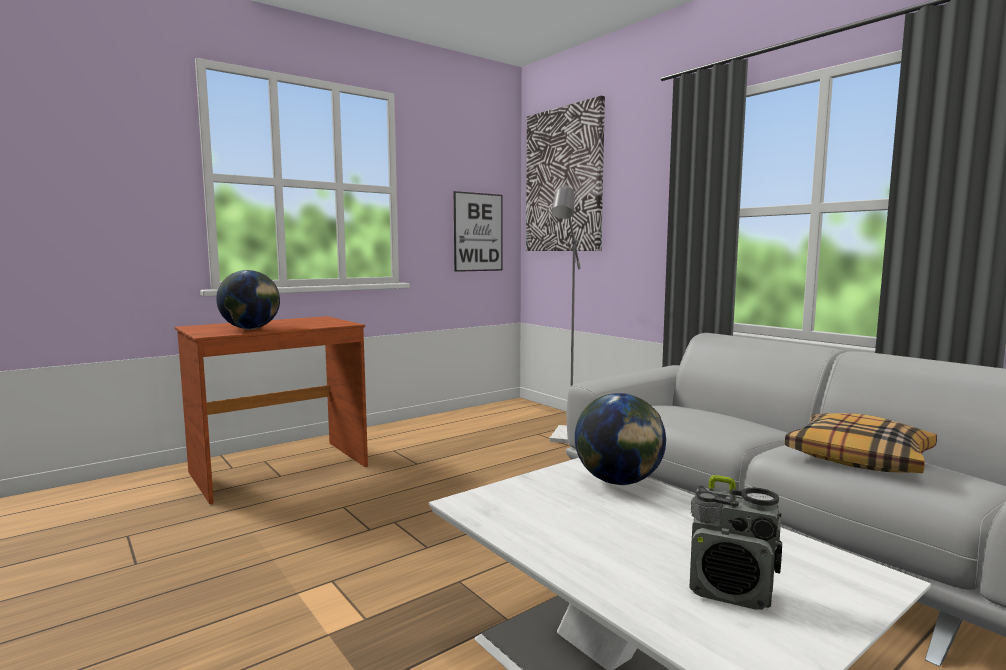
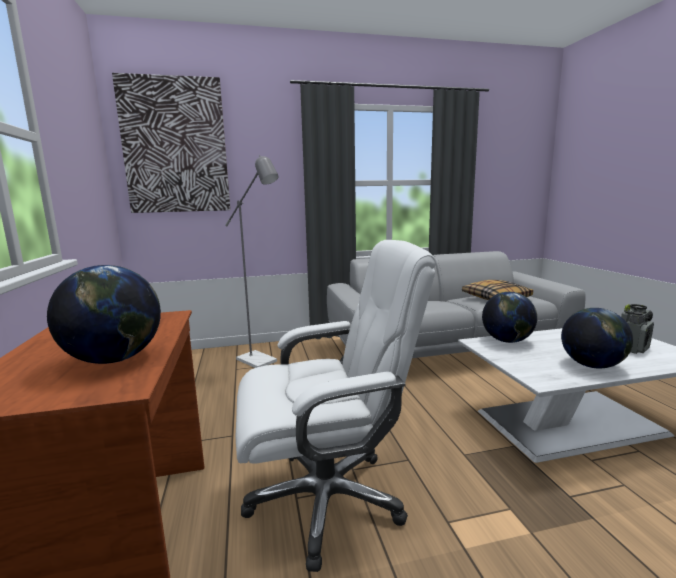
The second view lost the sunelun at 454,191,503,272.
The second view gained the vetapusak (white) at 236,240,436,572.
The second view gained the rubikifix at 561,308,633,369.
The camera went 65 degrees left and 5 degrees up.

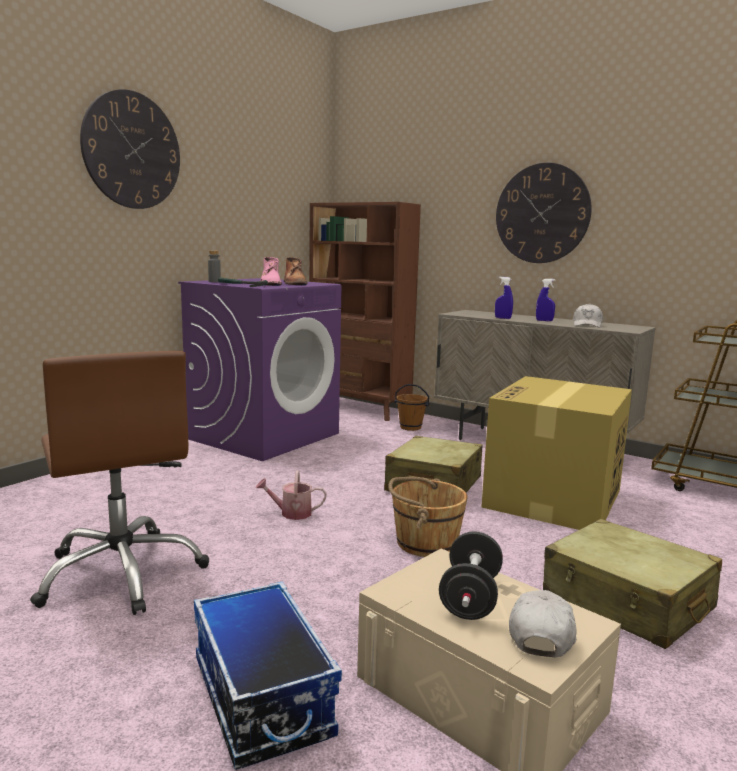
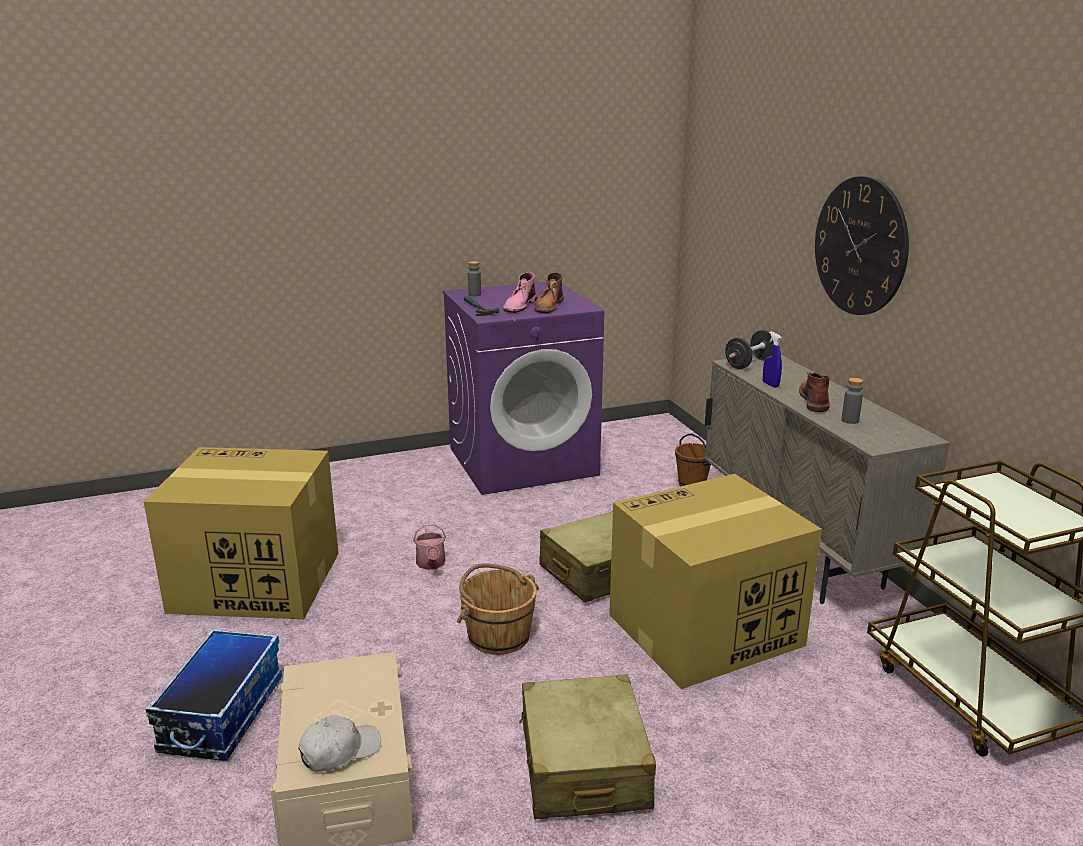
The second view lost the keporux at 80,89,180,209.
The second view lost the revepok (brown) at 309,202,421,421.
The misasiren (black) ended up elsewhere, having gone from 439,531,503,620 to 725,330,774,369.
Where the vetapusak (brown) stood at 30,351,209,615, the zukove came to stand at 144,447,339,619.
Where the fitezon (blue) stood at 536,279,555,321, the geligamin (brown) came to stand at 799,372,830,412.
Where the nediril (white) stood at 573,303,603,328, the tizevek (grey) came to stand at 841,378,863,424.
The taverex at 256,470,327,520 ended up facing another way, 135 degrees counterclockwise from before.
The camera went 35 degrees right and 10 degrees up.

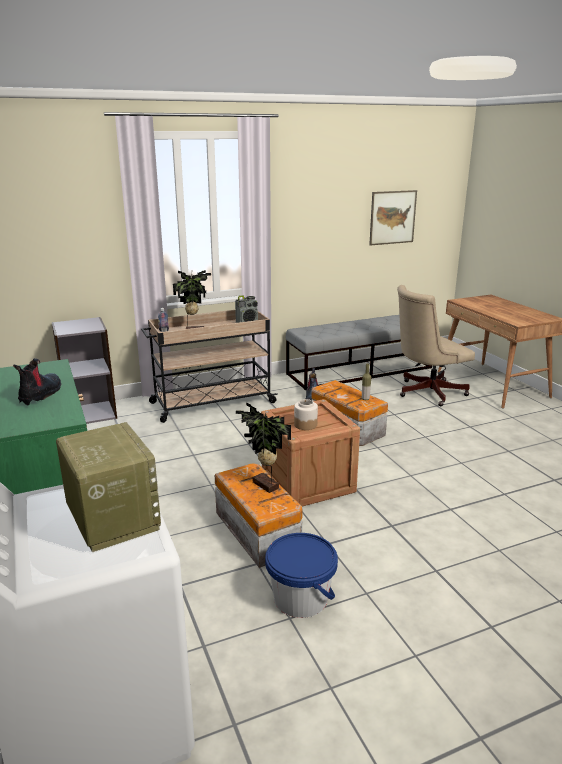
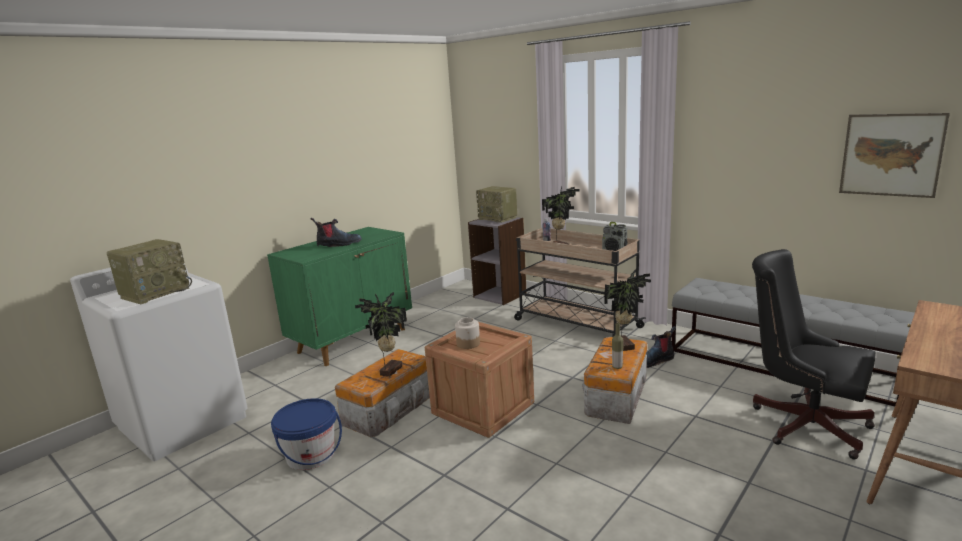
The second view gained the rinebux at 476,186,517,223.
The second view gained the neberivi at 604,270,651,351.
What was the vetapusak (beige) at 397,285,475,406 turned into the vetapusak (black) at 752,249,875,459.
The camera went 65 degrees right and 5 degrees down.

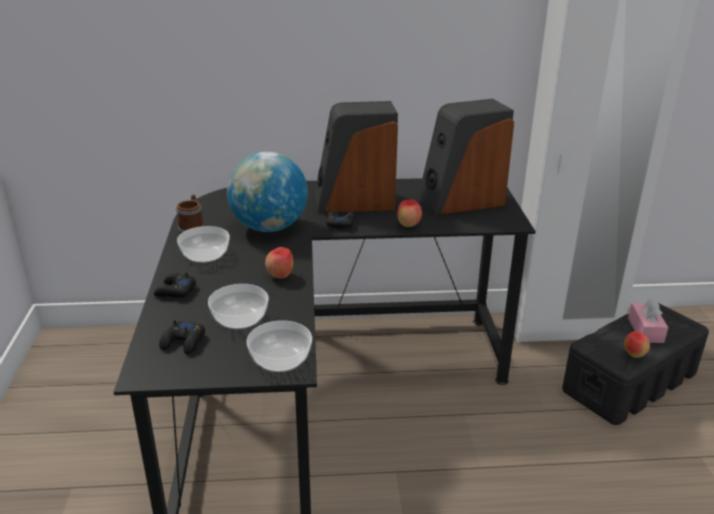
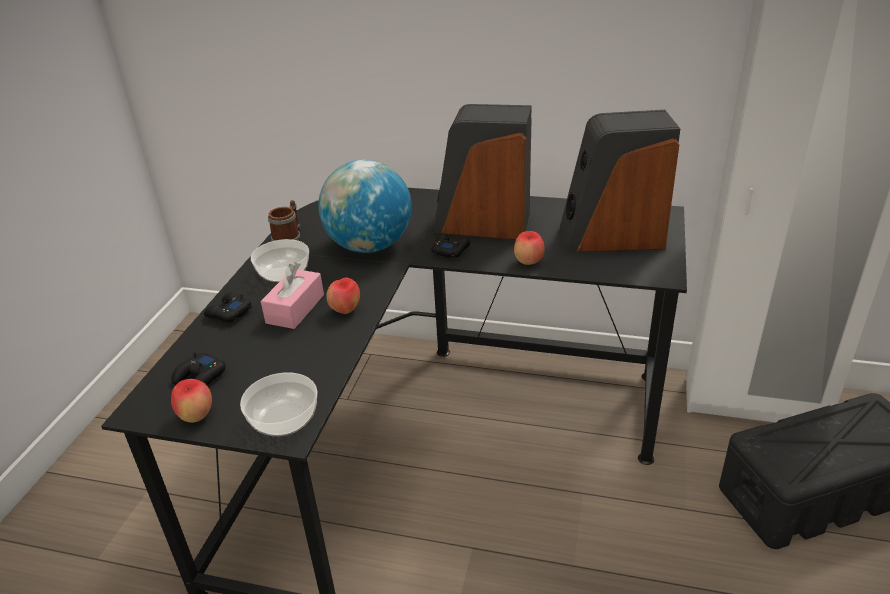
The second view lost the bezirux at 208,284,269,329.
The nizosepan ended up elsewhere, having gone from 624,331,650,358 to 171,379,212,423.
The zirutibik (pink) ended up elsewhere, having gone from 628,298,668,343 to 261,262,324,329.
The camera went 20 degrees right and 5 degrees up.

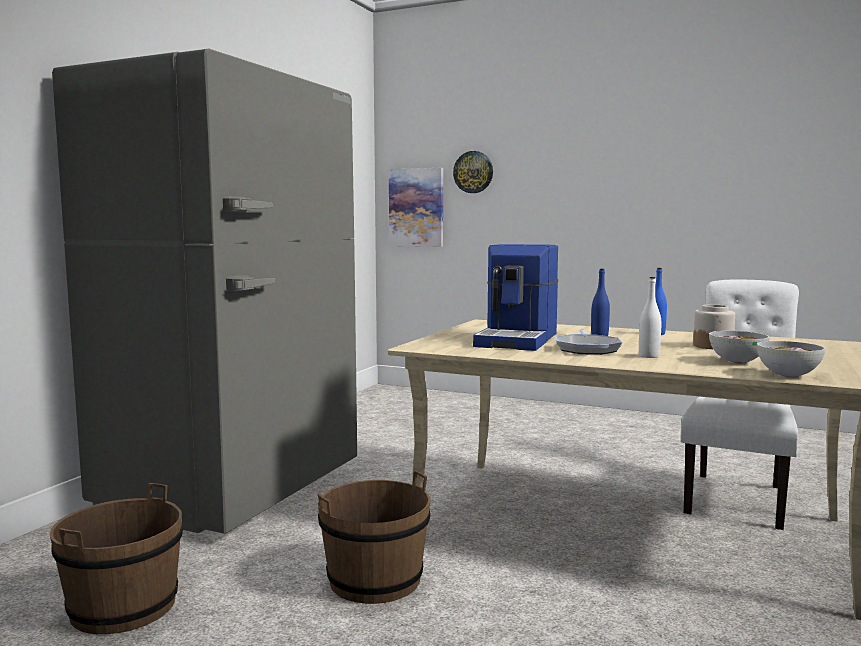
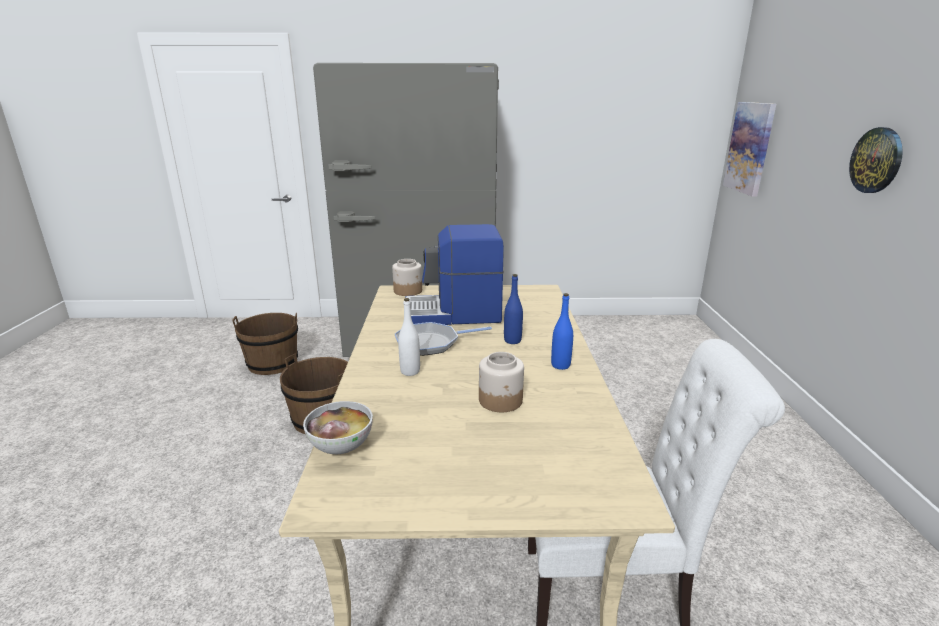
The second view lost the bezirux at 709,331,770,364.
The second view gained the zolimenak at 392,259,422,296.
The keporux ended up elsewhere, having gone from 453,151,493,193 to 849,127,903,193.
The camera went 65 degrees right and 15 degrees up.

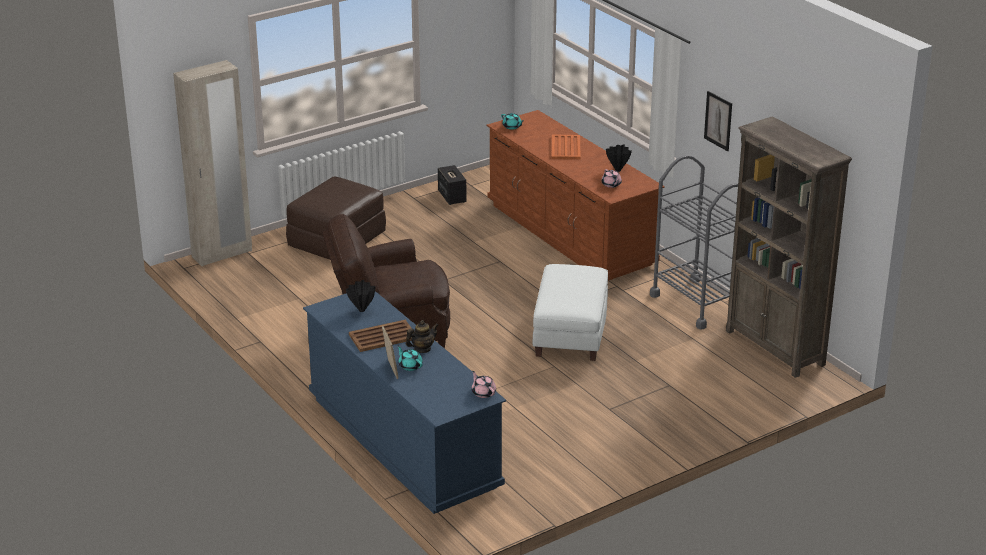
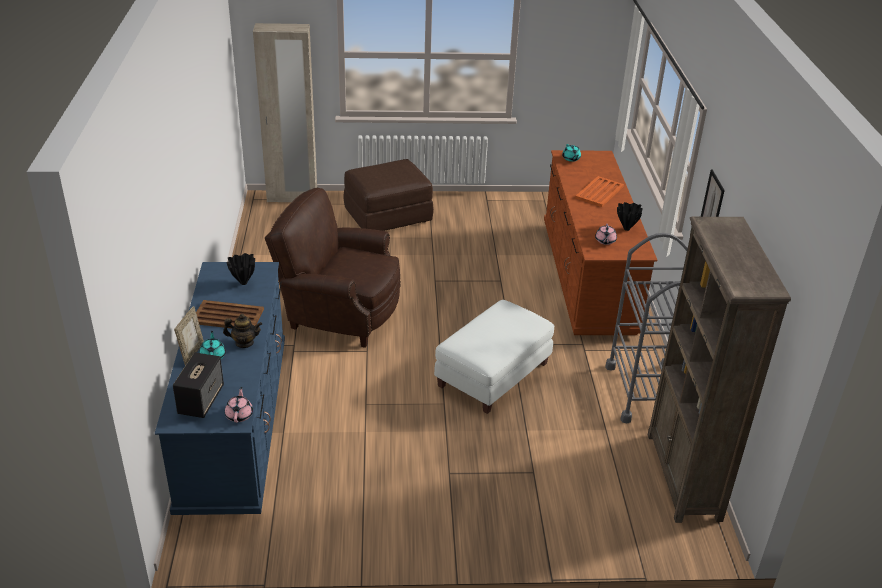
The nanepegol ended up elsewhere, having gone from 438,165,467,205 to 173,352,224,418.
The camera went 30 degrees right and 5 degrees up.

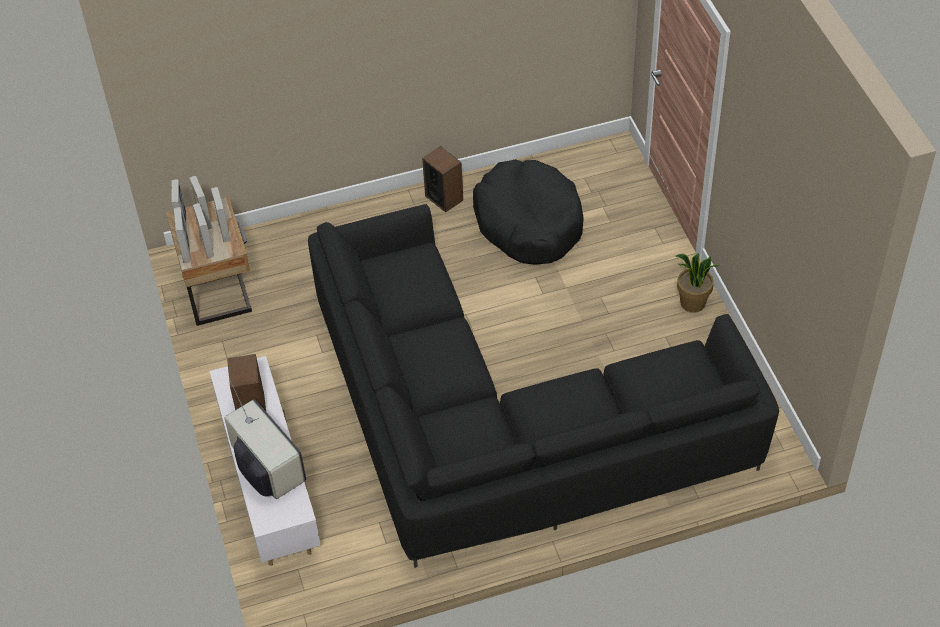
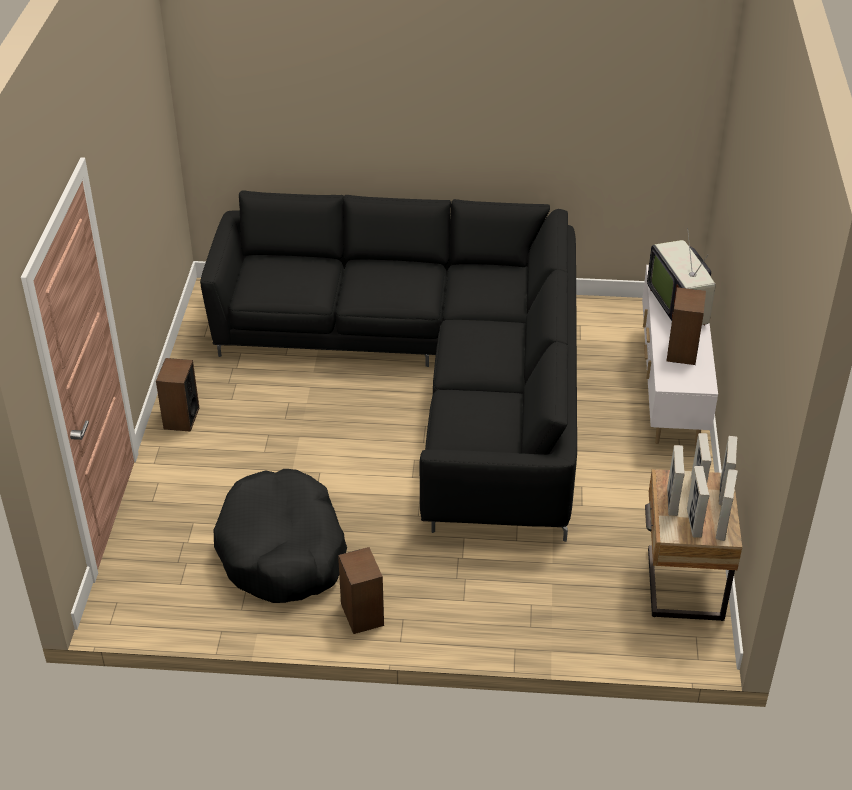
Where the neberivi stood at 675,253,720,313, the nanepegol came to stand at 156,358,199,432.
The camera went 160 degrees left and 10 degrees down.

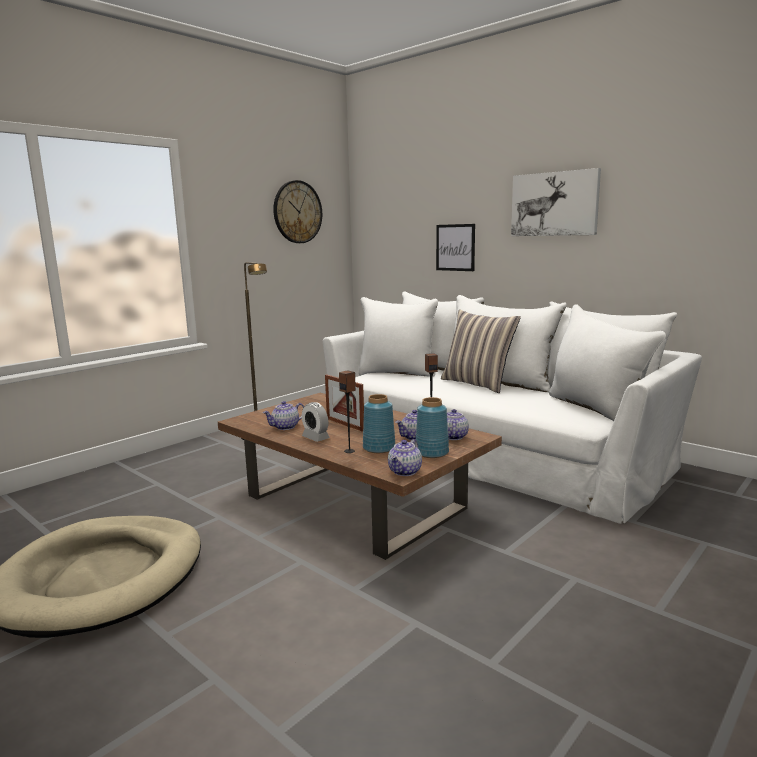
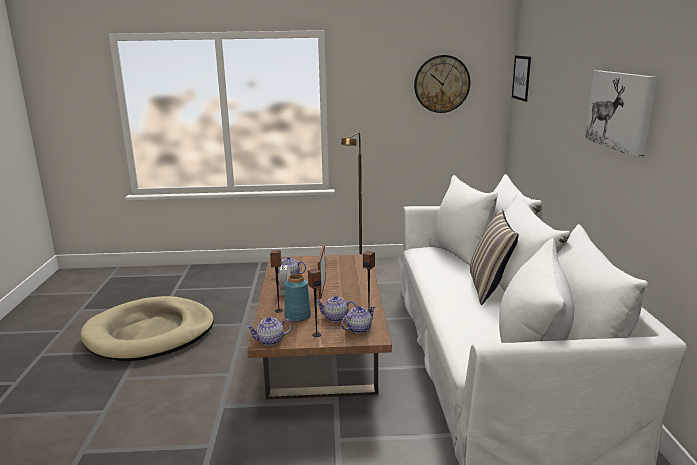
The sunelun ended up elsewhere, having gone from 436,224,475,271 to 512,55,531,102.
Where the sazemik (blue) stood at 416,397,449,458, the nanepegol came to stand at 308,269,321,337.
The camera went 45 degrees right and 5 degrees up.

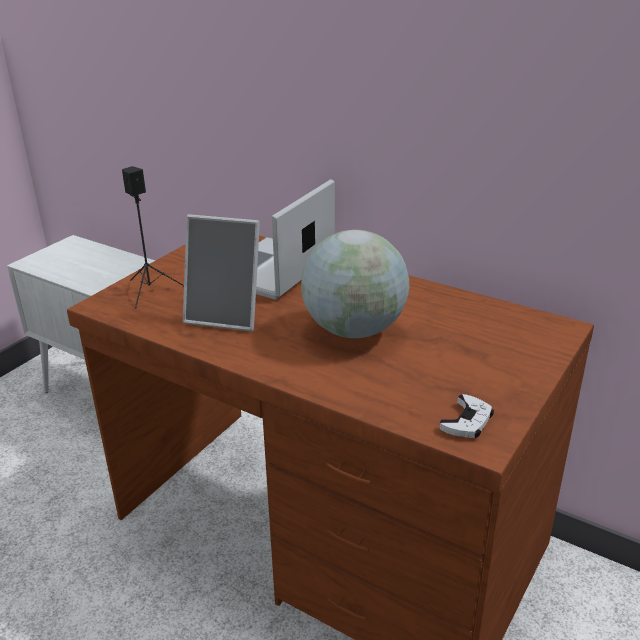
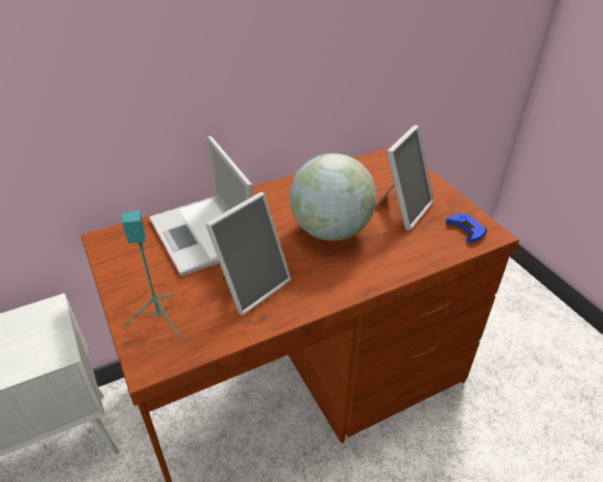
The second view gained the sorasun at 375,125,434,231.
What was the nanepegol (black) at 122,166,184,308 turned into the nanepegol (turquoise) at 122,210,183,340.
What was the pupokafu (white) at 440,394,494,438 turned into the pupokafu (blue) at 446,213,487,243.
The camera went 60 degrees left and 10 degrees up.

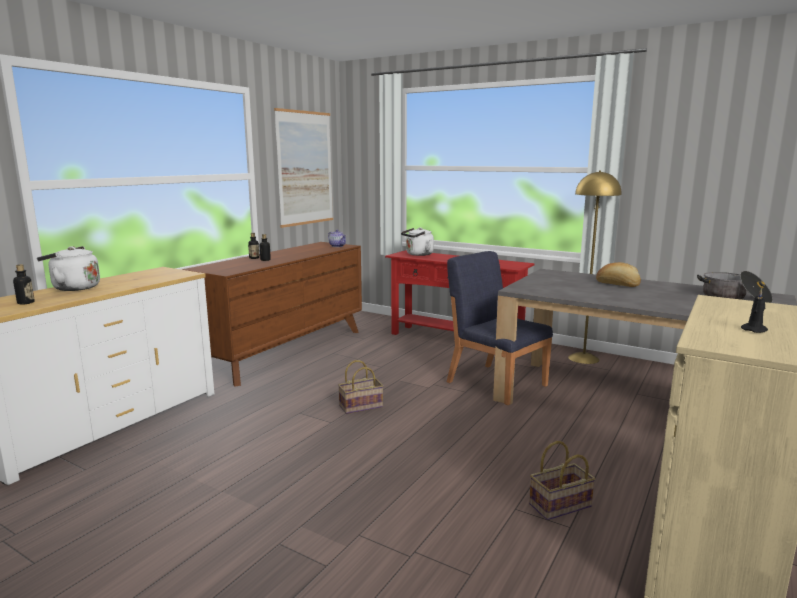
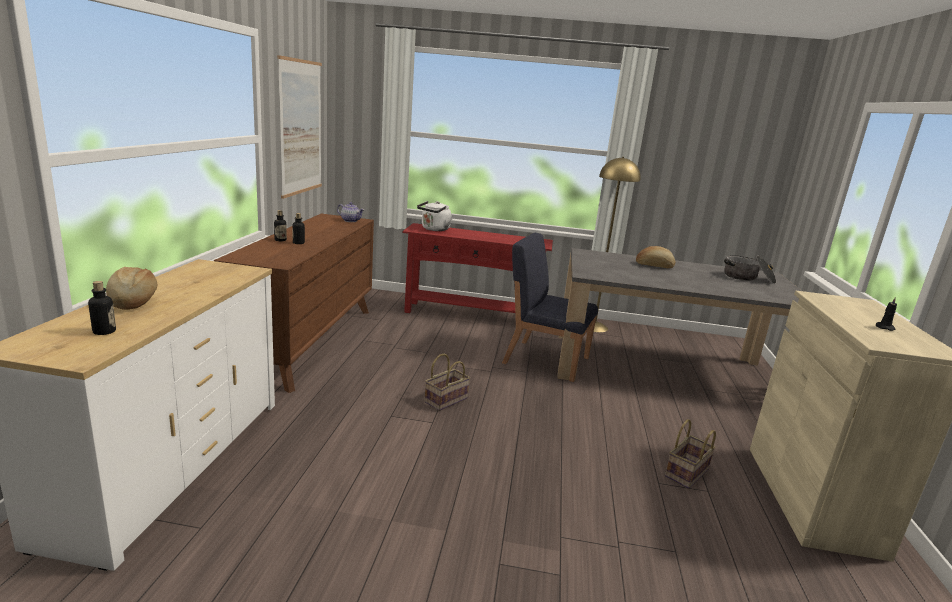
Where the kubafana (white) stood at 37,246,100,291, the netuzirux came to stand at 106,267,157,310.
The camera went 25 degrees left and 5 degrees up.

